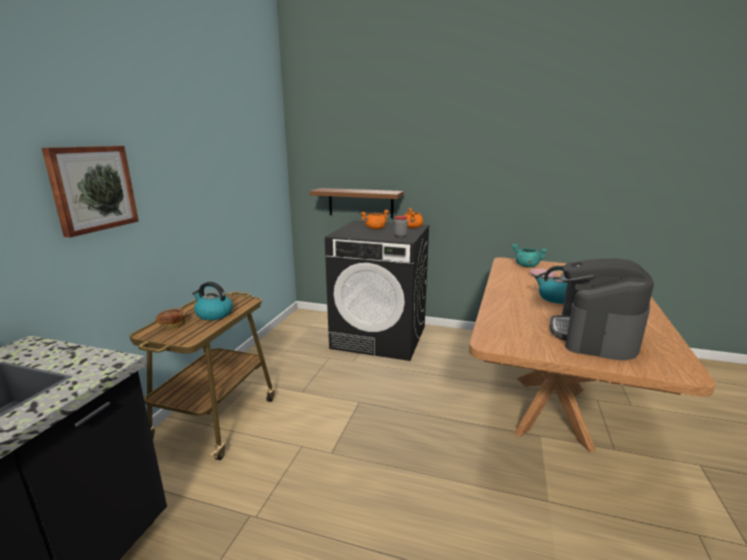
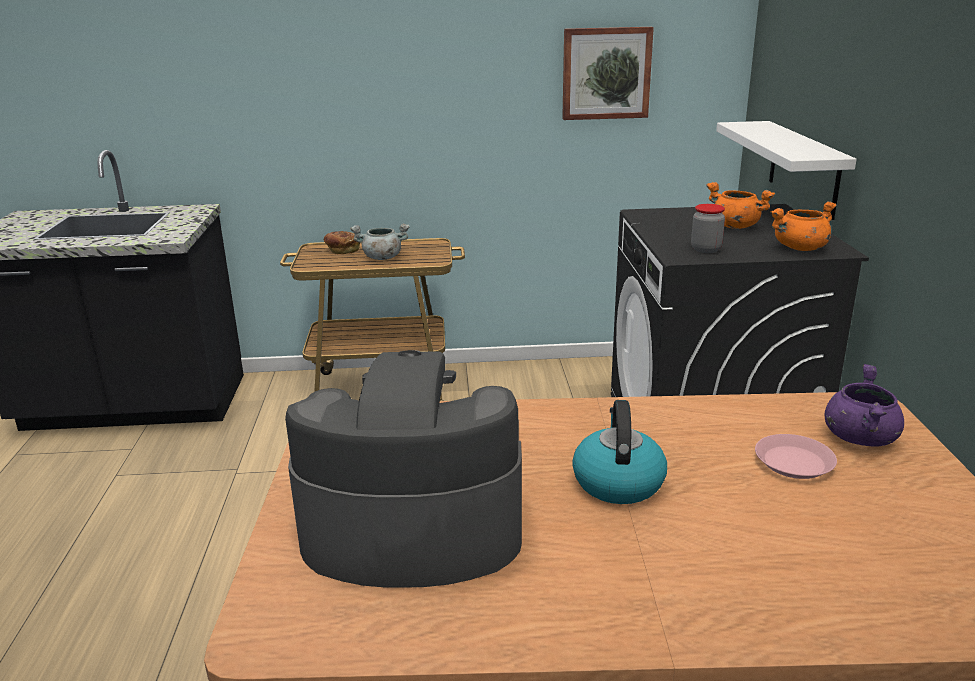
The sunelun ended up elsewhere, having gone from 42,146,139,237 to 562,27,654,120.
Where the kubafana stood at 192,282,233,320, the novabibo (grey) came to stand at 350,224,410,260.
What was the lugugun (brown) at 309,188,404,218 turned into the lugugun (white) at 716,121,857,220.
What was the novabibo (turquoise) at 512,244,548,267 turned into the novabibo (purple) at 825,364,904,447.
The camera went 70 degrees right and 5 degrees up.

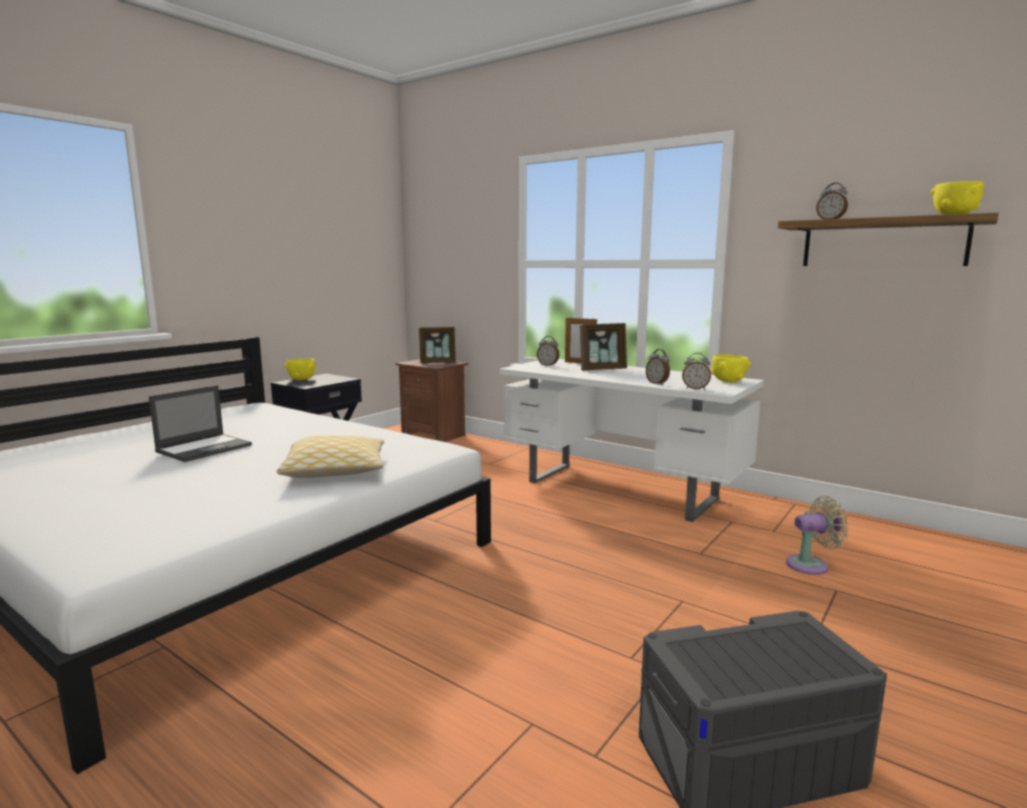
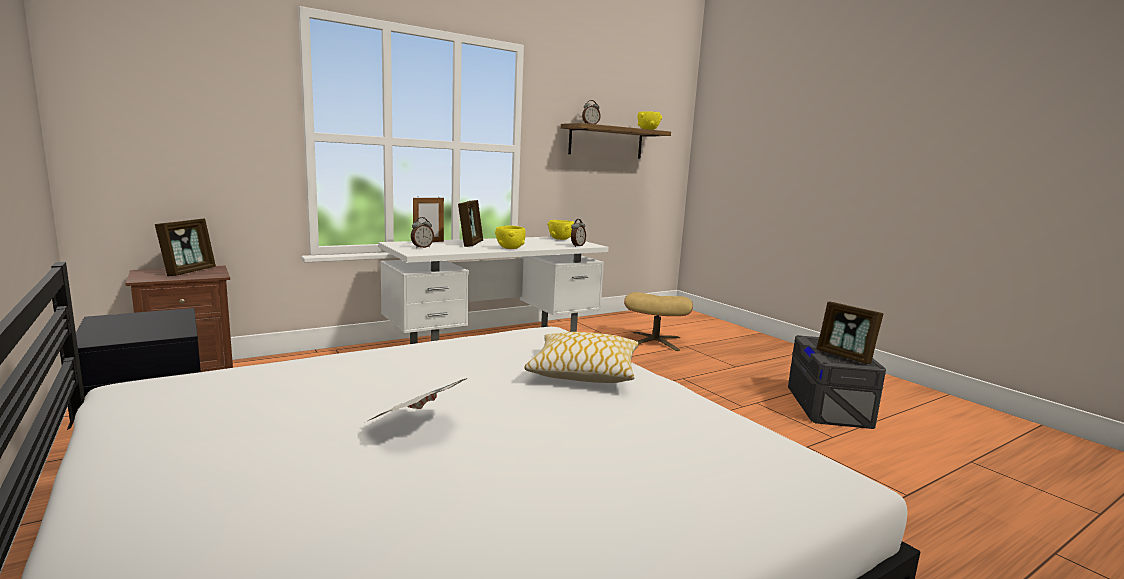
The second view lost the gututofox at 646,349,670,385.
The second view gained the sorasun at 817,301,883,364.
The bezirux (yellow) ended up elsewhere, having gone from 285,358,315,380 to 495,226,525,249.
Where the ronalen stood at 149,385,252,462, the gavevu came to stand at 368,378,467,421.
Where the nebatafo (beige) stood at 786,496,849,575, the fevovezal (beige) came to stand at 624,292,693,351.
The camera went 70 degrees left and 0 degrees up.

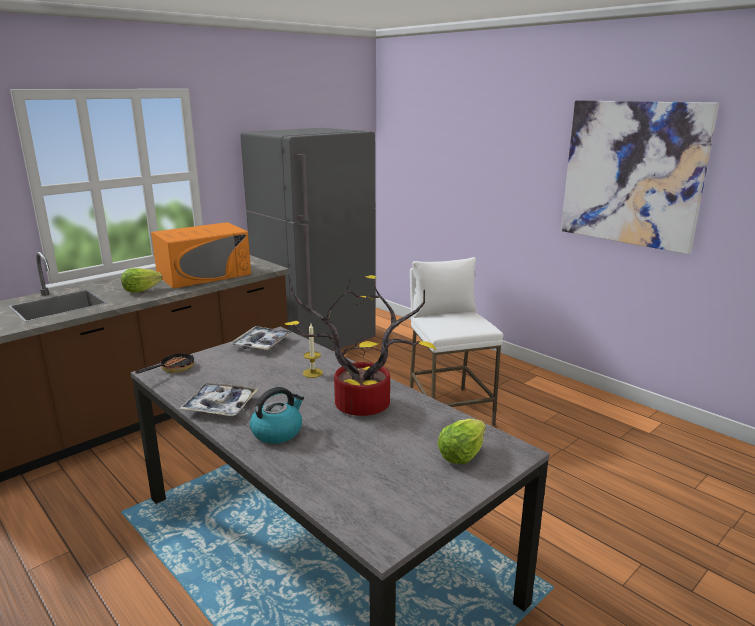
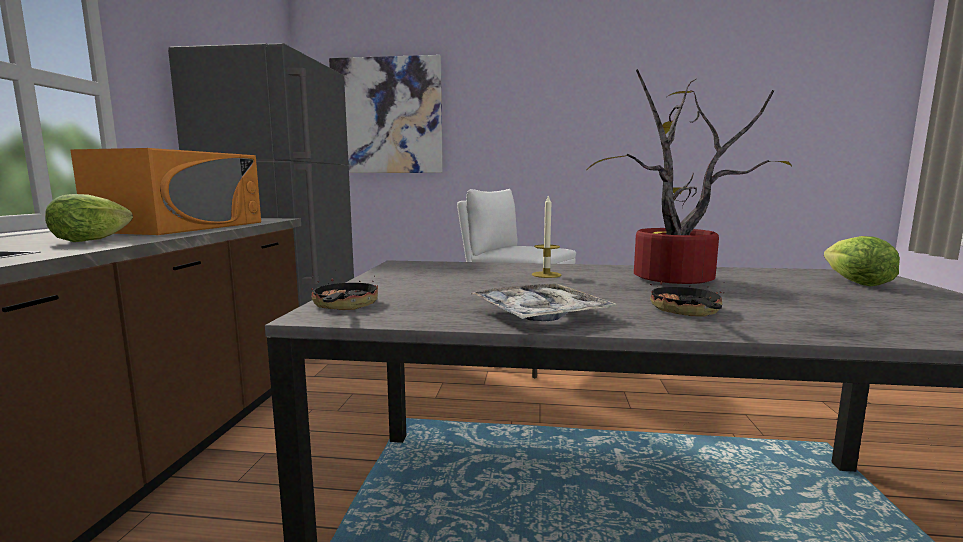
The second view lost the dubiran at 230,326,293,350.
The sunelun ended up elsewhere, having gone from 561,100,719,254 to 329,55,443,173.
Where the kubafana stood at 250,387,304,444, the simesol came to stand at 650,282,724,317.
The camera went 40 degrees left and 10 degrees down.

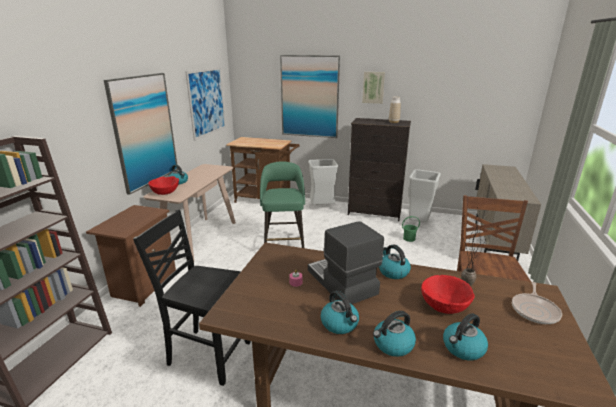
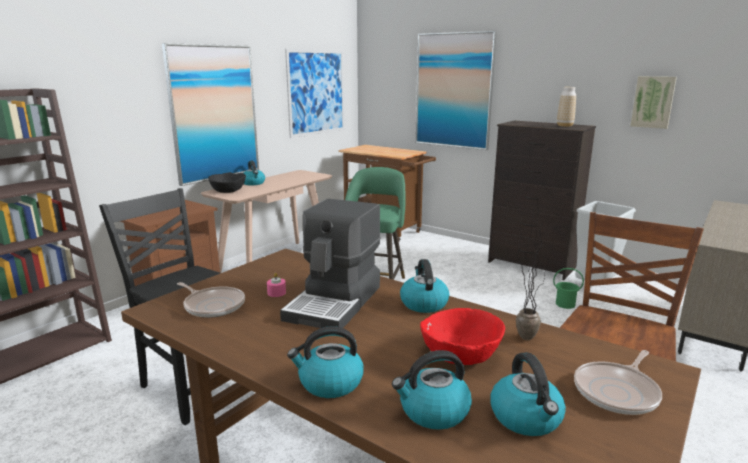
The second view lost the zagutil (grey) at 308,159,338,205.
The second view gained the simesol at 177,282,245,318.
The kubafana ended up elsewhere, having gone from 321,290,359,334 to 490,352,566,436.
The sunelun ended up elsewhere, having gone from 362,72,385,104 to 631,76,677,129.
What was the bezirux (red) at 148,176,179,195 turned into the bezirux (black) at 208,172,246,193.
The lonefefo at 308,221,384,304 ended up facing another way, 150 degrees counterclockwise from before.
The camera went 20 degrees right and 5 degrees down.

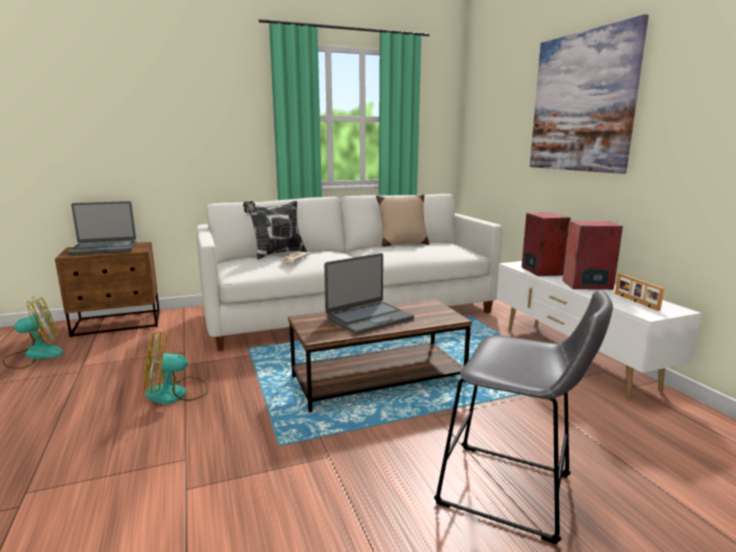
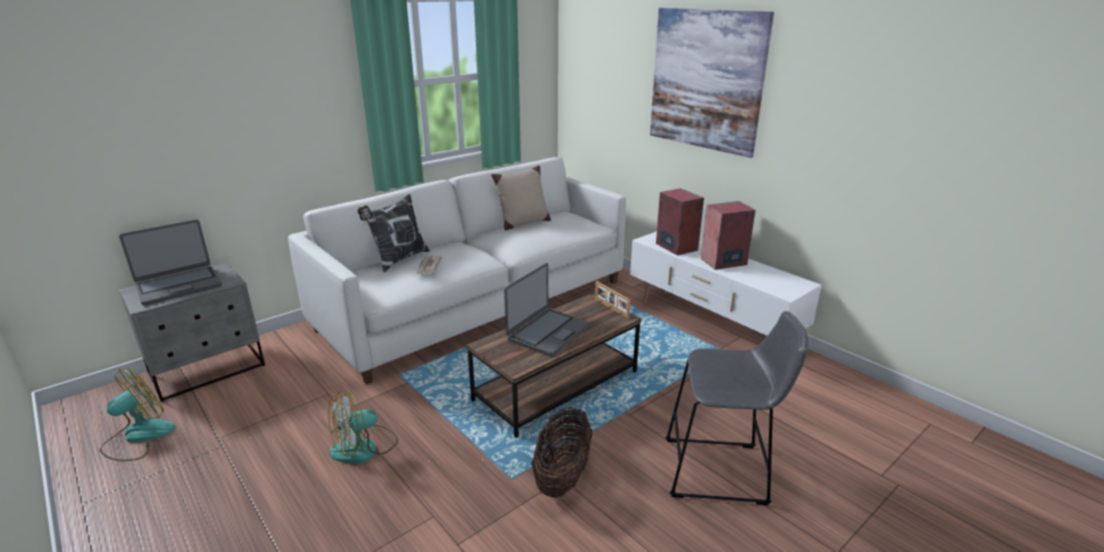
The second view gained the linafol at 531,407,593,498.
The sorasun ended up elsewhere, having gone from 615,273,664,311 to 595,281,630,319.
What was the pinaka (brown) at 55,242,160,337 turned into the pinaka (grey) at 119,263,265,402.
The camera went 20 degrees left and 10 degrees up.

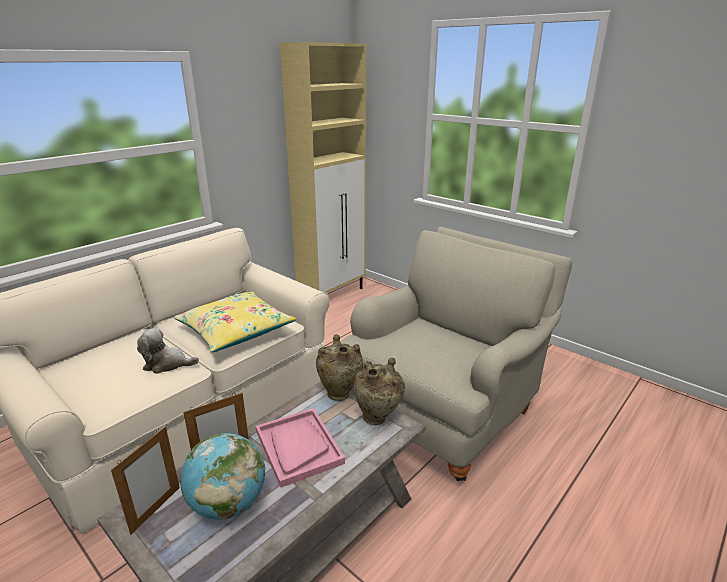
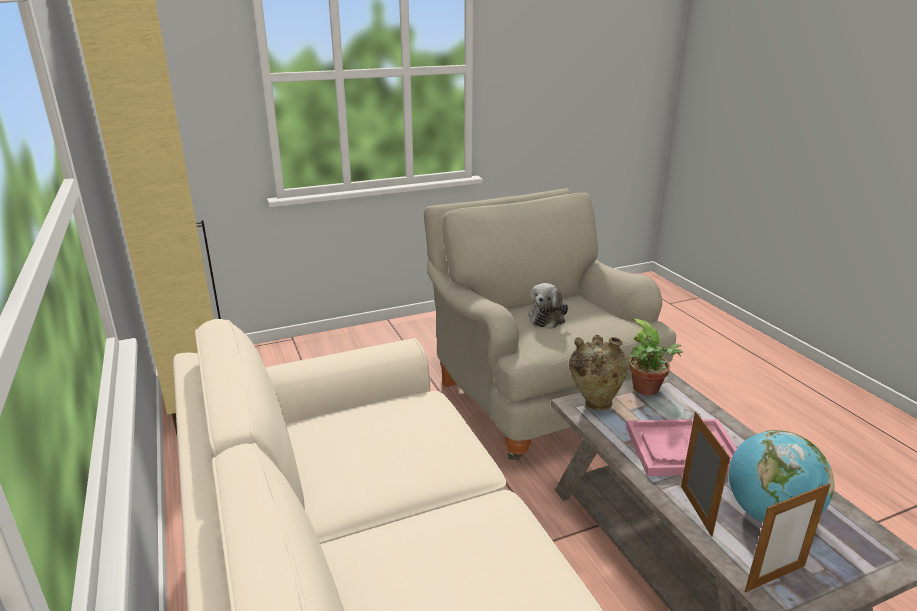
The second view lost the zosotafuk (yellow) at 174,291,296,352.
The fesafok ended up elsewhere, having gone from 137,328,199,374 to 528,283,568,329.
Where the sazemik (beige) stood at 354,358,405,425, the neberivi came to stand at 627,319,683,396.
The sorasun at 111,427,180,534 ended up facing another way, 105 degrees clockwise from before.
The camera went 65 degrees left and 0 degrees up.

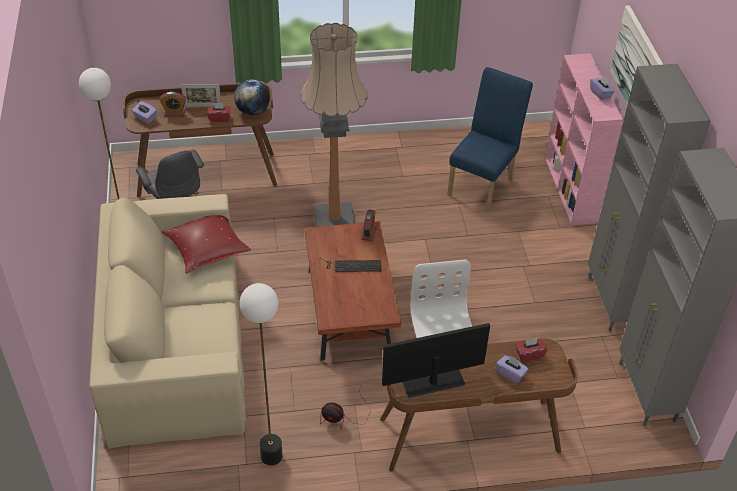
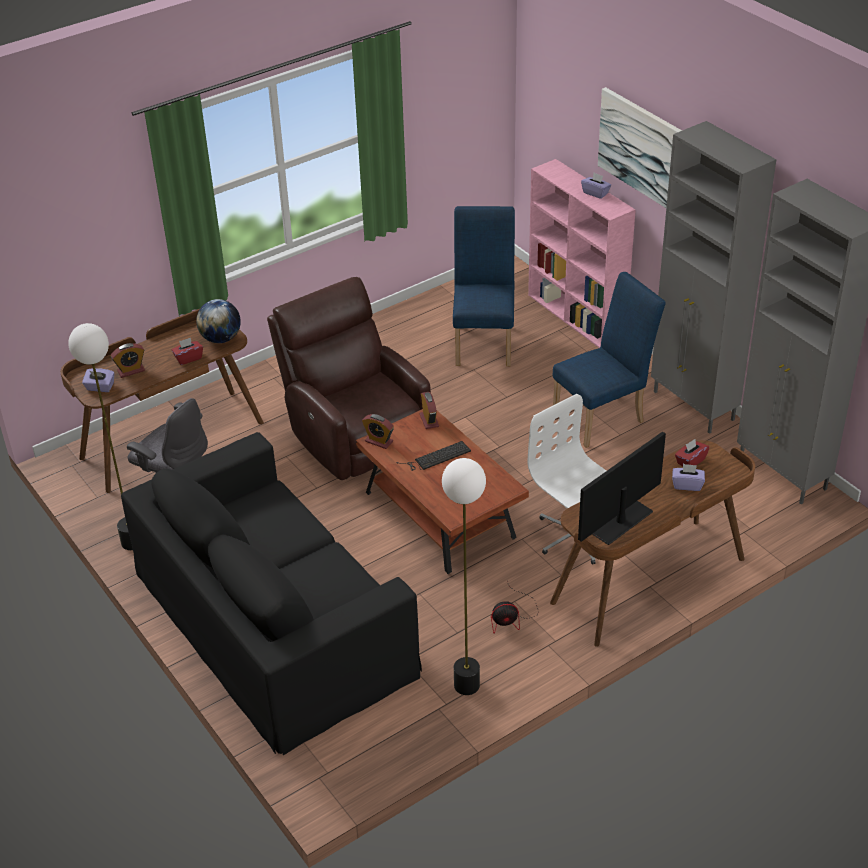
The second view lost the zosotafuk (red) at 161,215,251,274.
The second view lost the sorasun at 181,84,221,107.
The second view gained the gututofox at 362,414,394,449.
The second view gained the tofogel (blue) at 553,272,666,448.
Where the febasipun stood at 300,23,368,227, the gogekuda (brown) came to stand at 267,277,431,480.
What was the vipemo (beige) at 89,194,247,448 turned into the vipemo (black) at 121,432,422,755.
The camera went 25 degrees left and 5 degrees down.

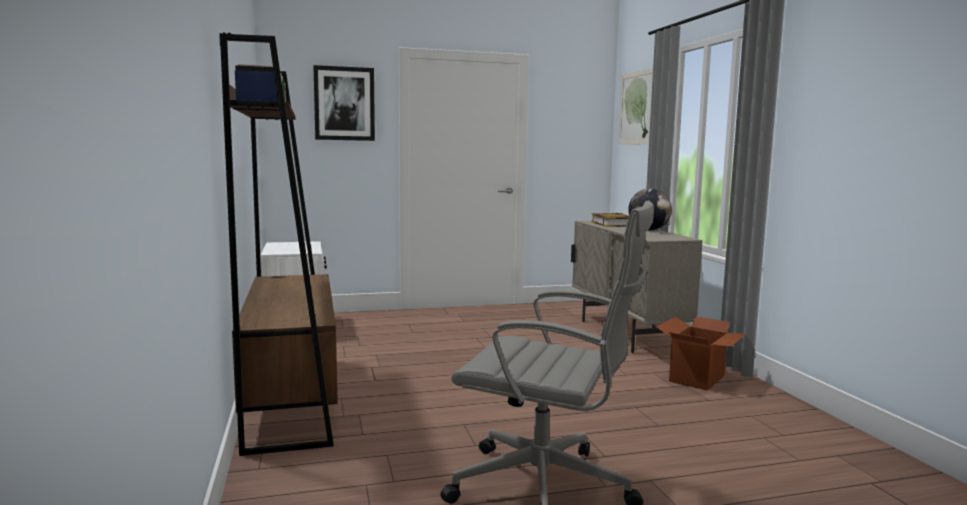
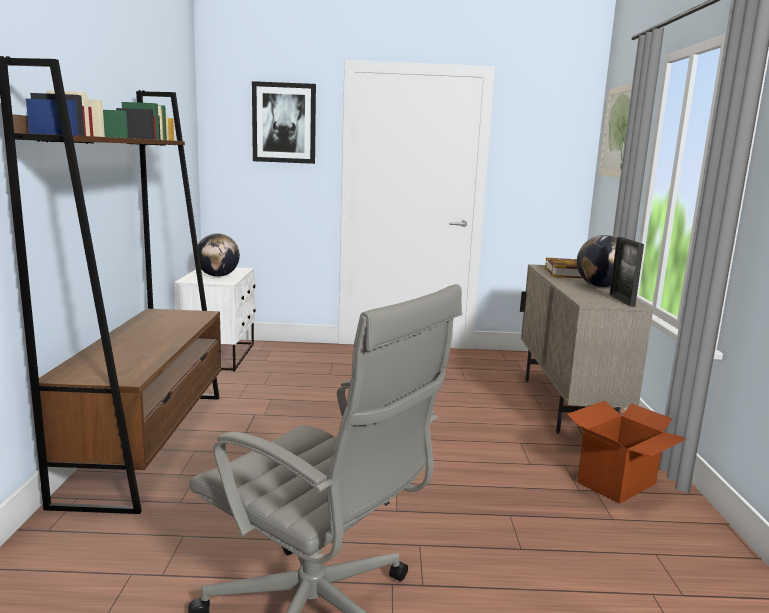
The second view gained the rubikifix at 198,233,240,277.
The second view gained the sorasun at 610,237,644,307.
The camera went 15 degrees right and 5 degrees up.

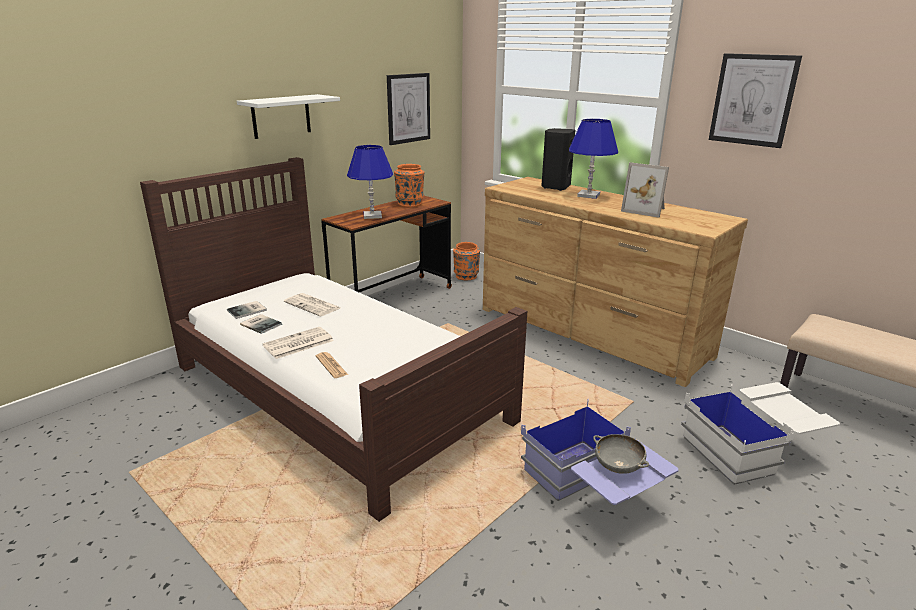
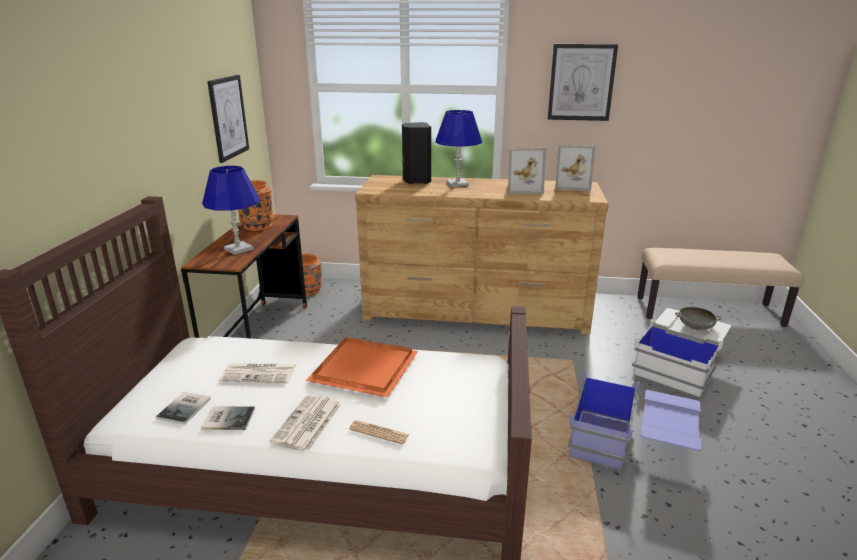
The second view lost the lugugun (white) at 237,94,340,139.
The second view gained the dubiran (orange) at 306,337,418,398.
The second view gained the sorasun at 555,145,595,191.
The bezirux (grey) ended up elsewhere, having gone from 593,434,649,474 to 675,307,721,330.
The camera went 35 degrees left and 0 degrees up.

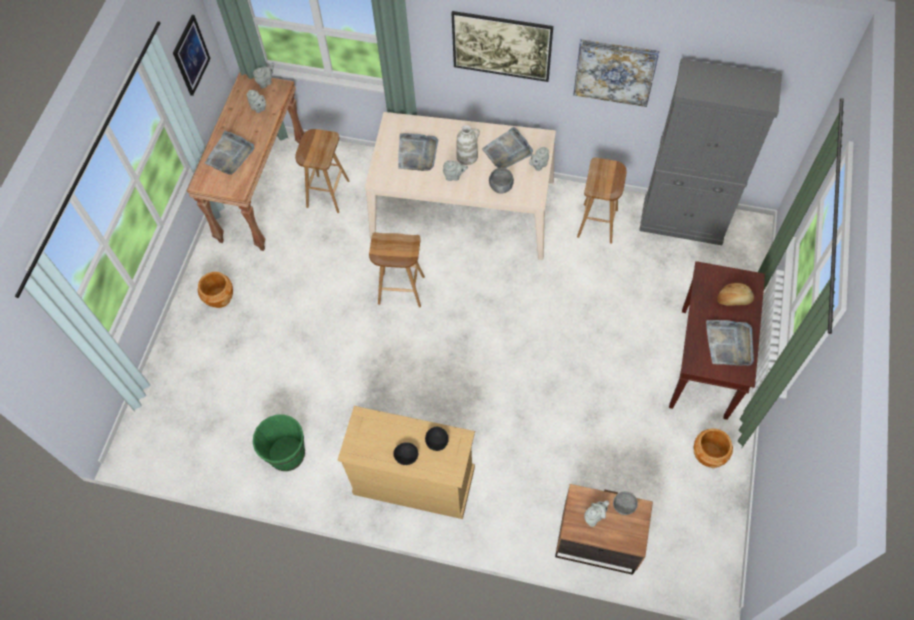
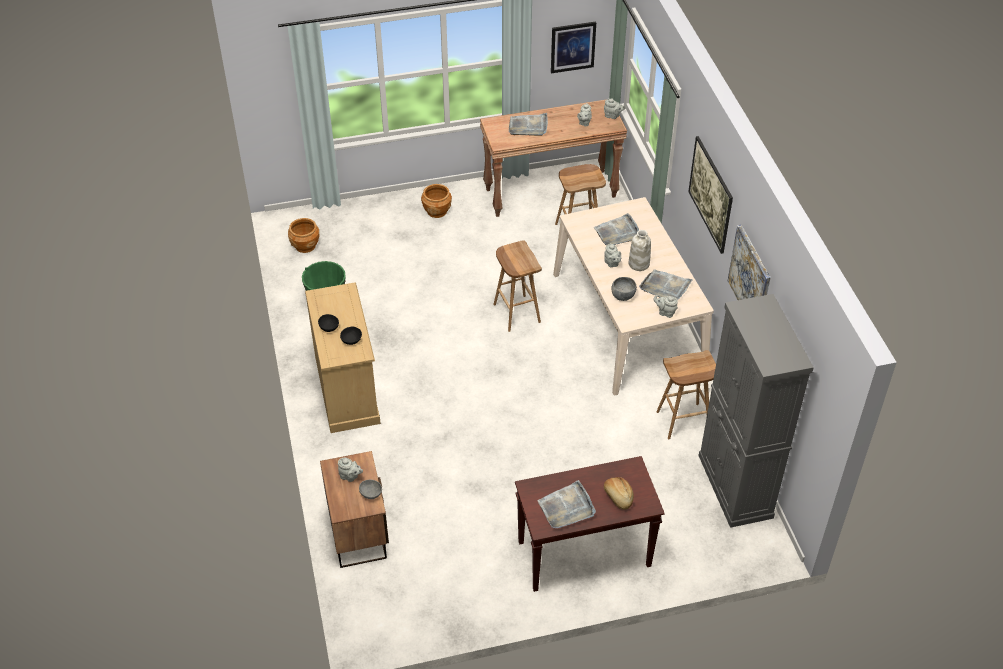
The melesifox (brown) ended up elsewhere, having gone from 694,429,733,468 to 288,218,320,253.
The camera went 60 degrees right and 15 degrees down.

